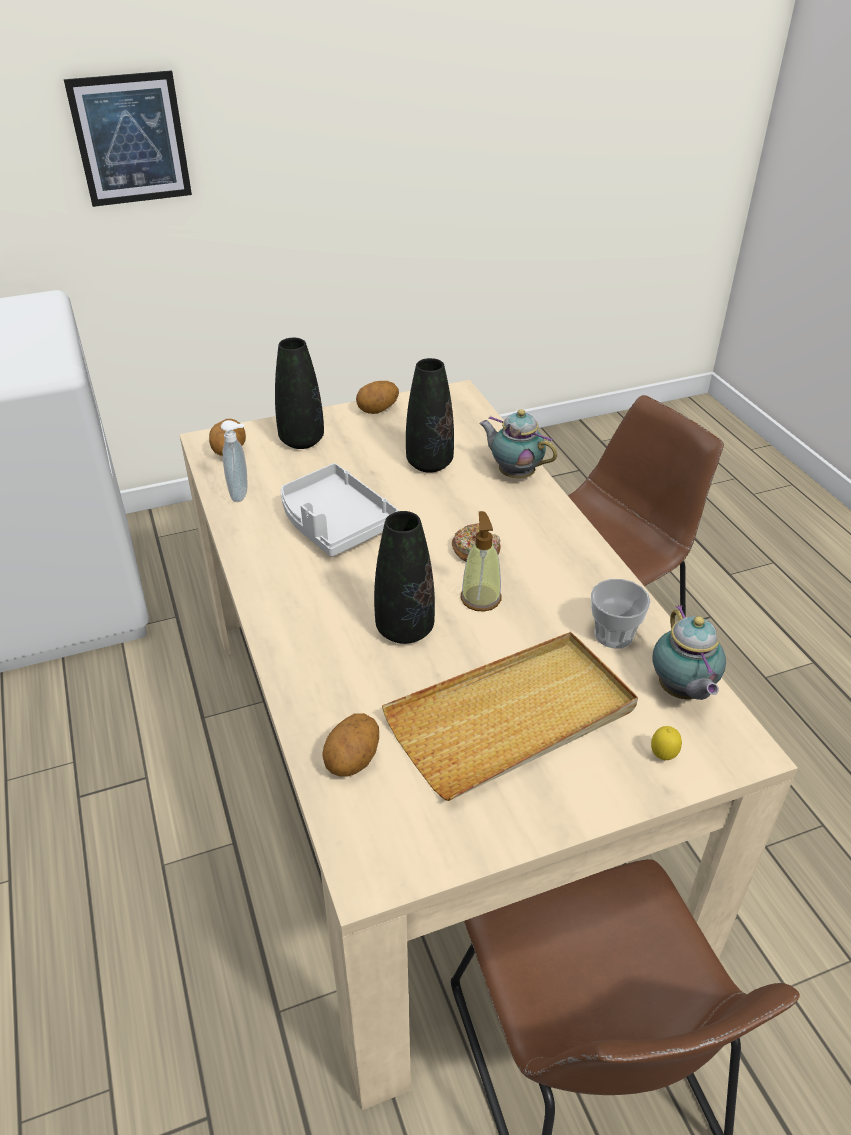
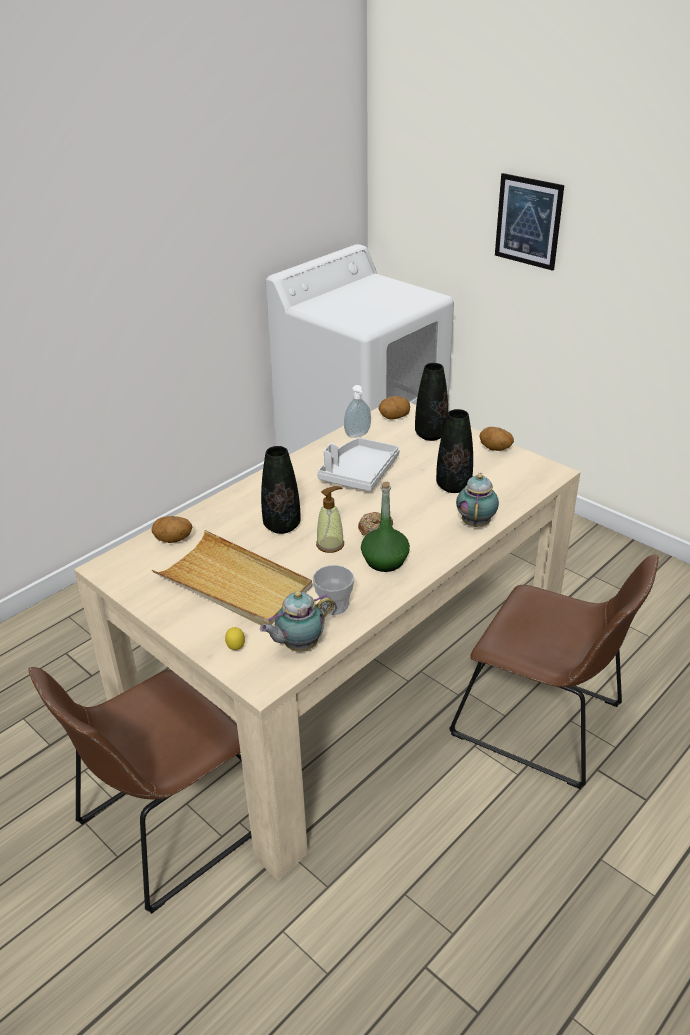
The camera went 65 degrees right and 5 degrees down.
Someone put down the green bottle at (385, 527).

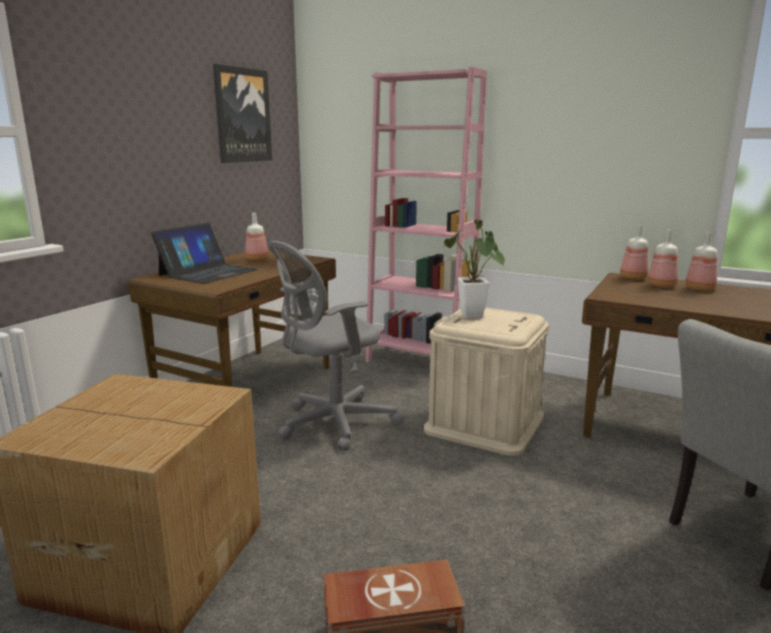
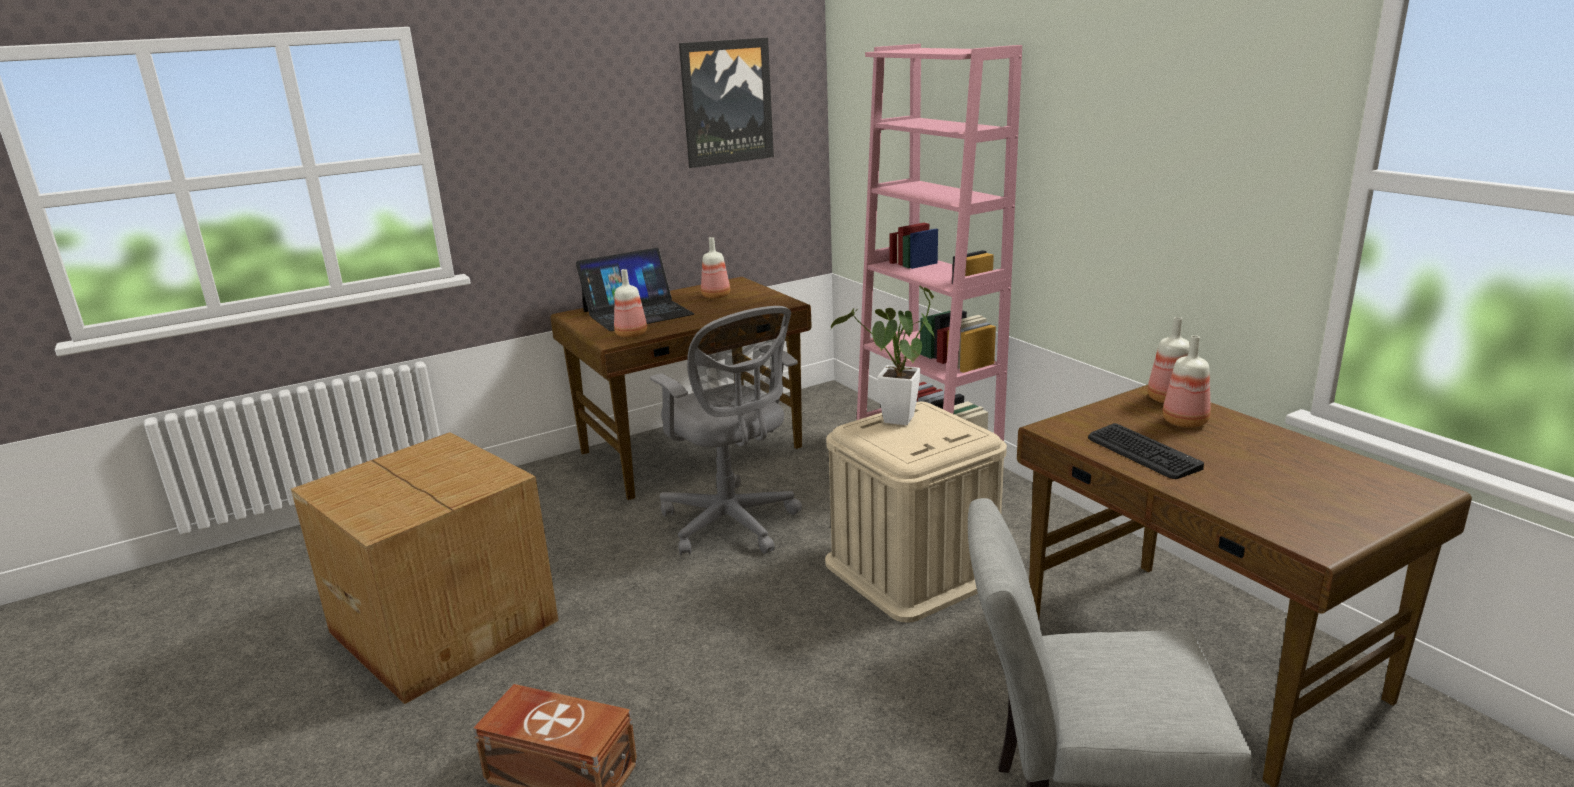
The camera went 30 degrees right and 5 degrees up.
Someone carried the bottle from (701, 261) to (630, 303).
Someone rotated the grey office chair at (336, 346) by 120 degrees counterclockwise.
Someone put down the keyboard at (1146, 451).

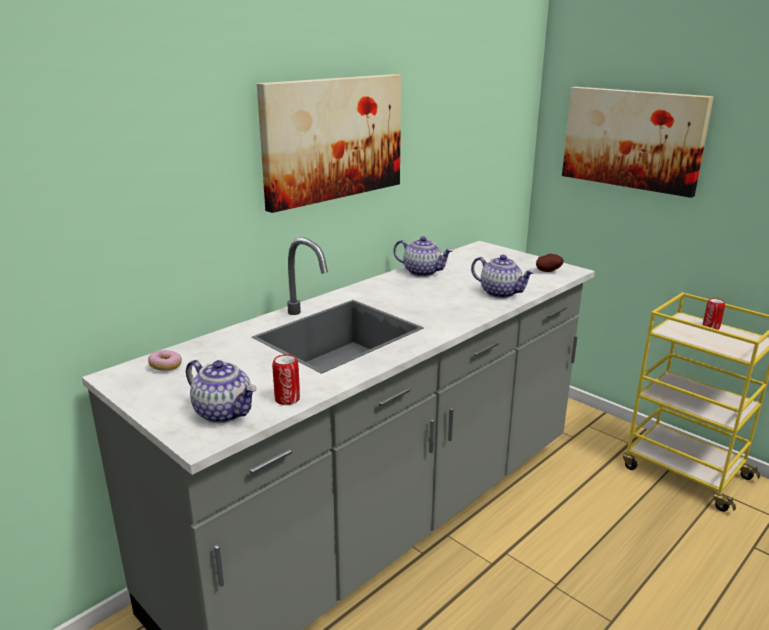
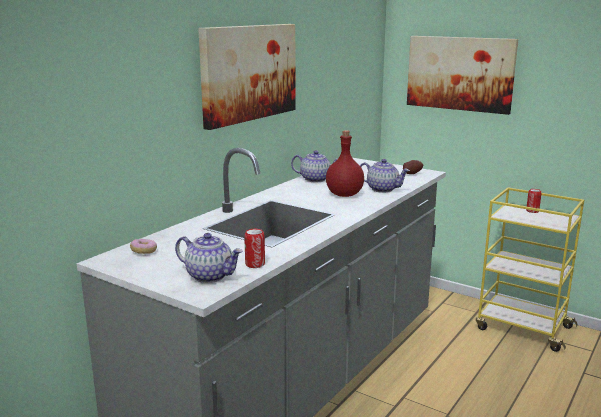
The camera went 10 degrees left and 5 degrees down.
Someone put down the red bottle at (345, 163).

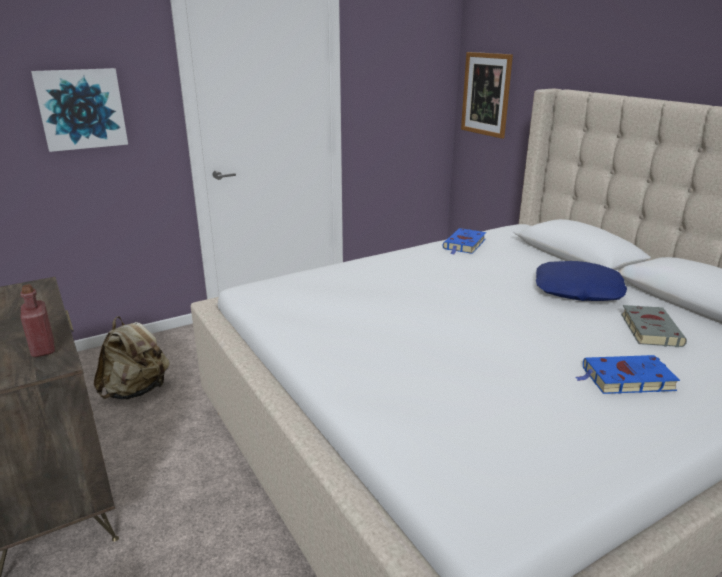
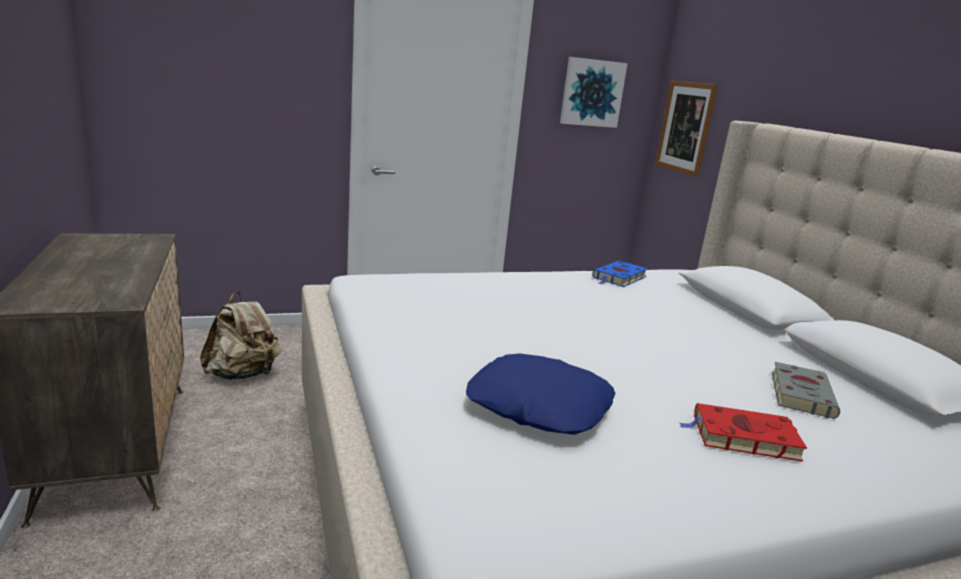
The camera went 10 degrees right and 5 degrees down.
Someone carried the picture from (79, 110) to (594, 92).
Someone carried the blue pillow from (581, 281) to (540, 394).
Someone took away the red bottle at (37, 320).
Someone repainted the blue book at (627, 374), which became the red book at (743, 432).

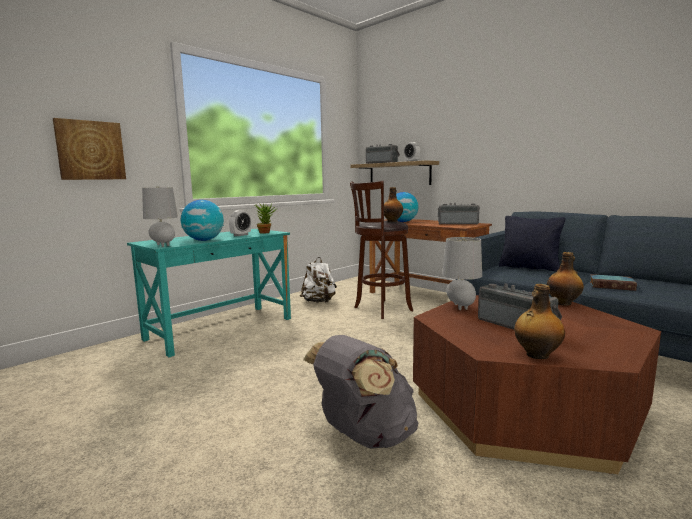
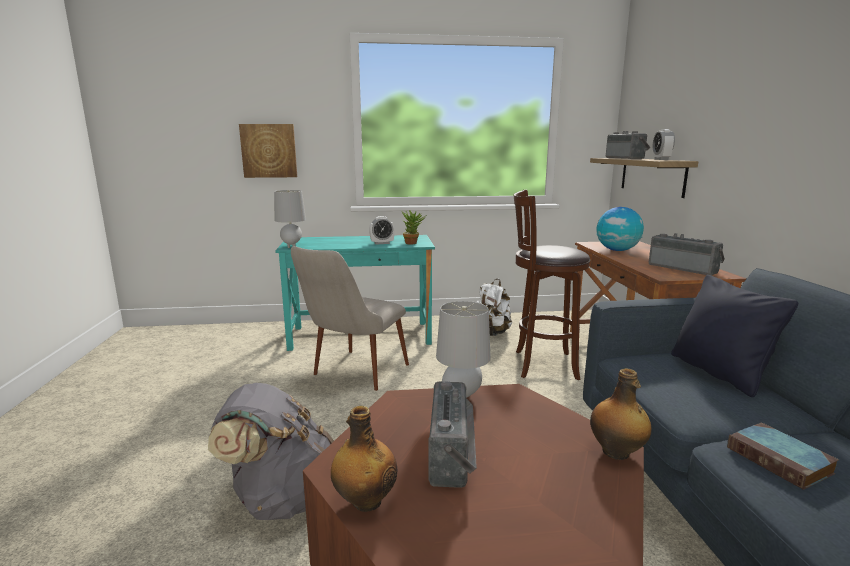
The camera went 40 degrees right and 5 degrees up.
Someone took away the bottle at (393, 204).
Someone took away the globe at (202, 220).
Someone put down the beige chair at (350, 318).

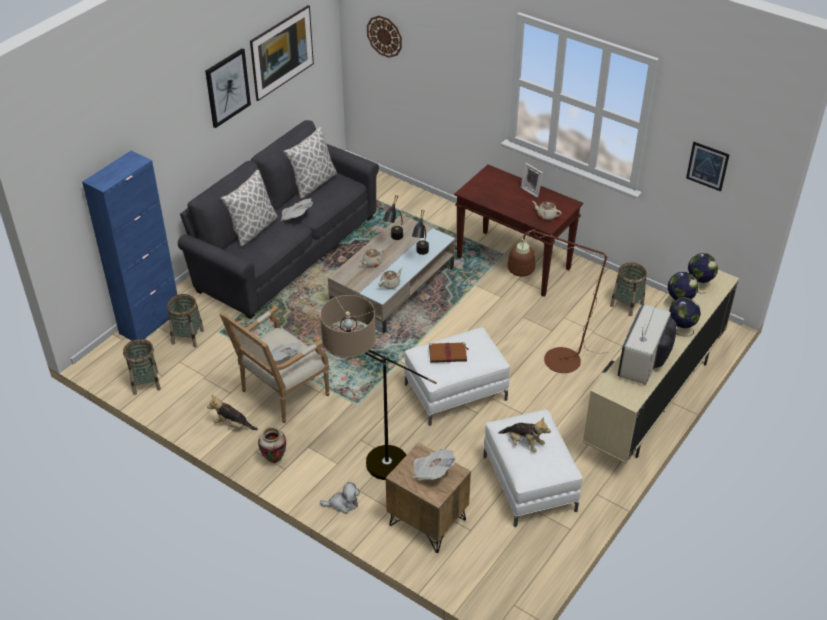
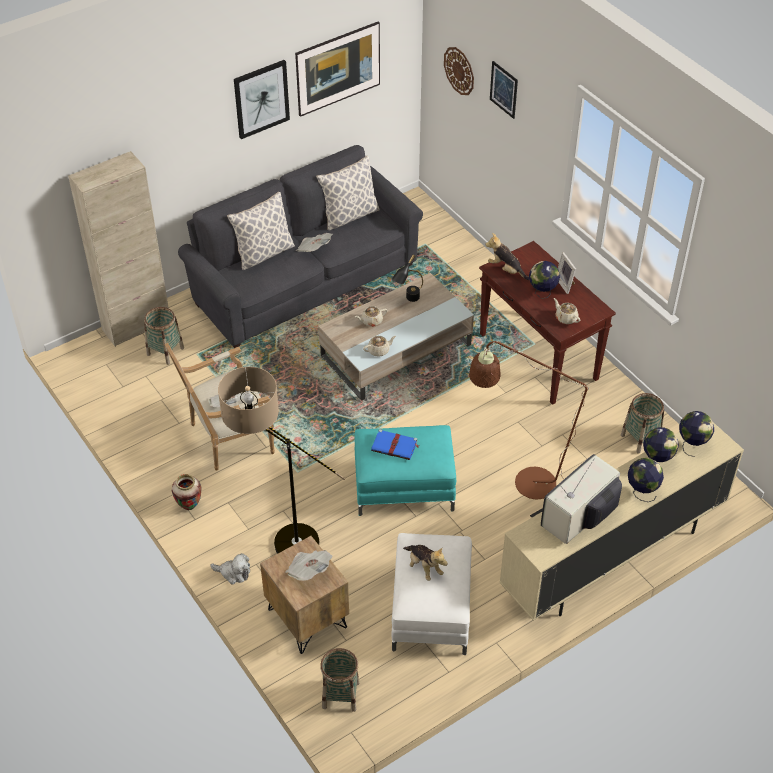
The camera went 20 degrees right and 5 degrees up.
Someone carried the picture from (708, 166) to (504, 90).
Someone repainted the blue cabinet at (129, 245), which became the beige cabinet at (118, 249).
Someone took away the black table lamp at (420, 232).
Someone repainted the white ottoman at (457, 376), which became the turquoise ottoman at (405, 470).
Someone carried the basket from (142, 367) to (339, 680).
Someone repainted the brown book at (449, 352), which became the blue book at (395, 444).
Someone carried the plush toy from (232, 412) to (507, 256).
Someone put down the globe at (544, 280).

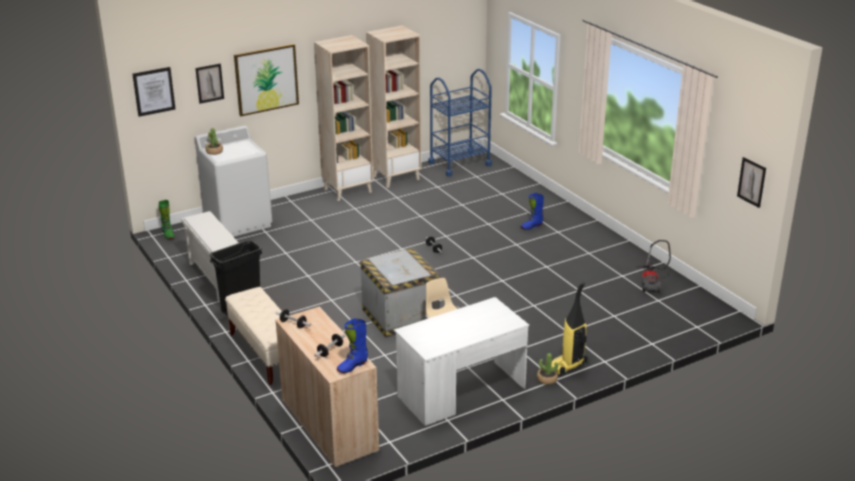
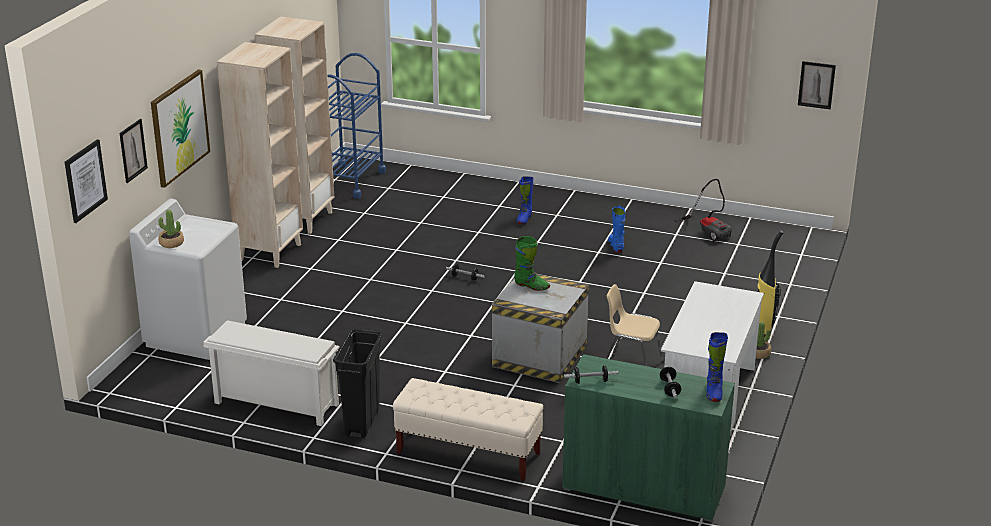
The camera went 40 degrees left and 0 degrees up.
Someone carried the green boot from (166, 219) to (532, 263).
Someone repainted the beige cabinet at (327, 387), which became the green cabinet at (648, 438).
Someone put down the blue boot at (617, 229).

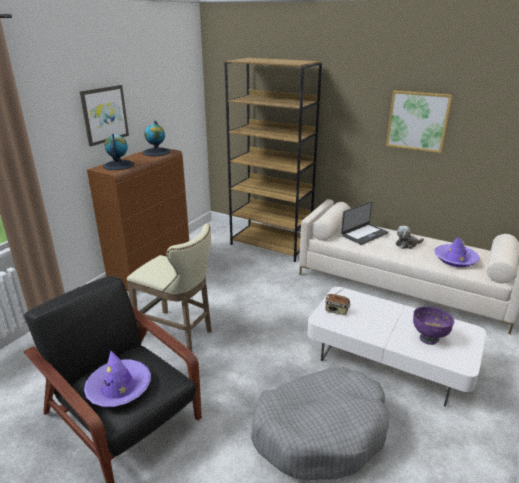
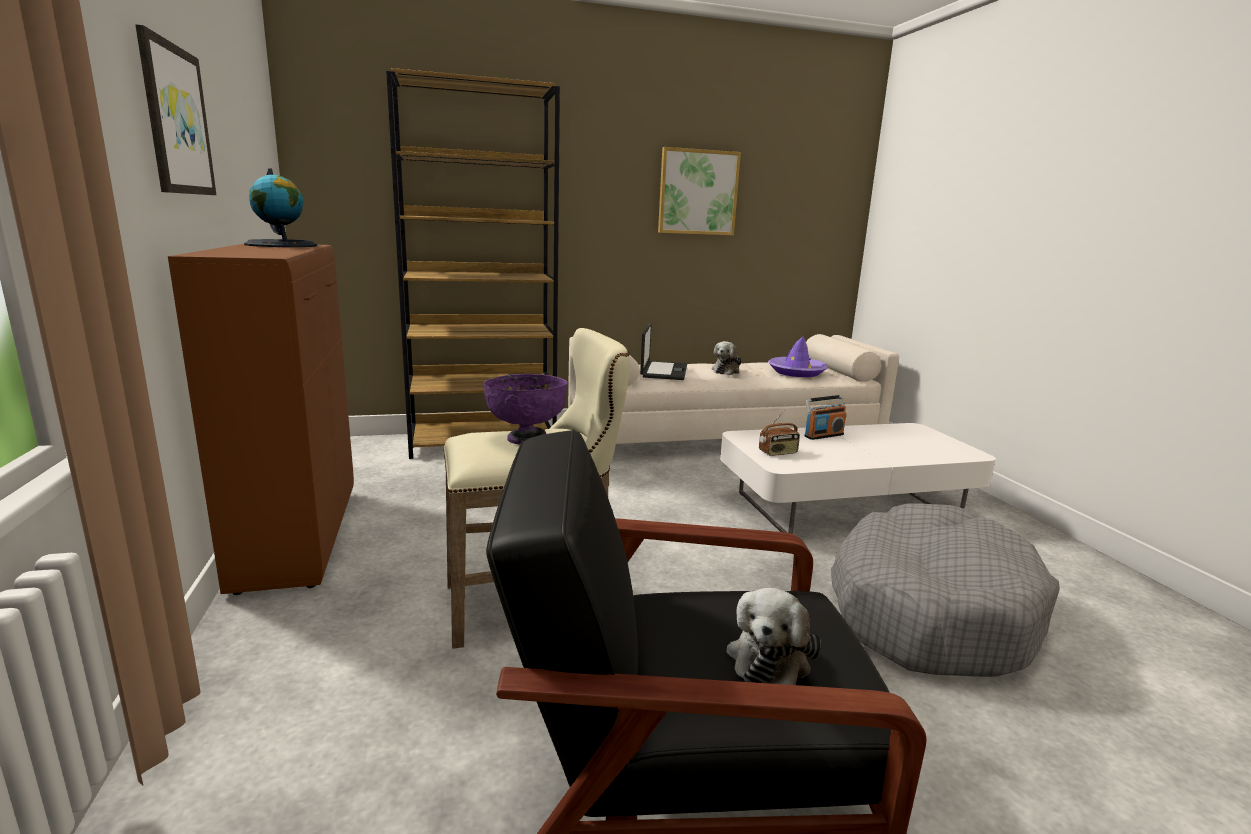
The camera went 45 degrees left and 10 degrees down.
Someone took away the globe at (118, 152).
Someone carried the purple bowl from (433, 325) to (525, 409).
Someone swapped the purple hat at (117, 379) for the plush toy at (774, 636).
Someone put down the radio at (825, 417).

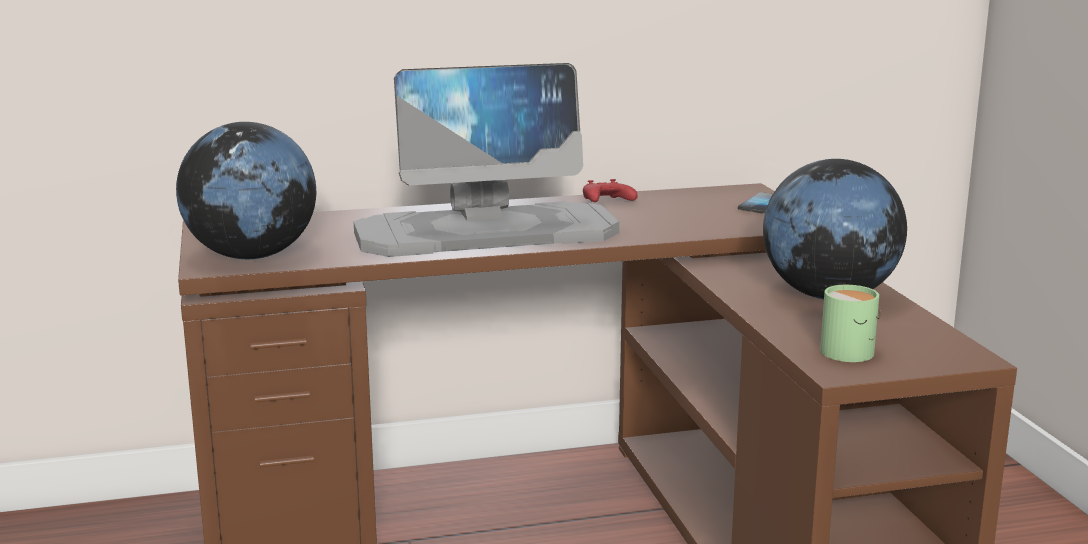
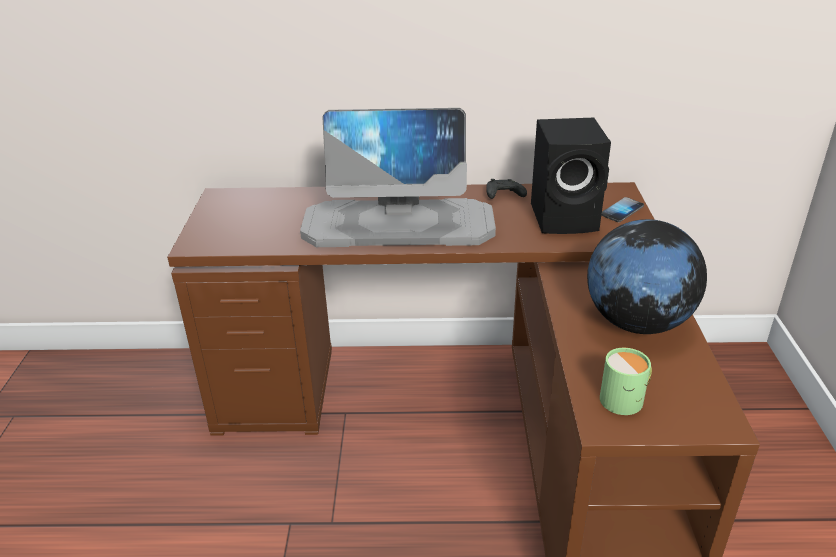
The camera went 15 degrees right and 15 degrees up.
Someone took away the globe at (246, 190).
Someone repainted the red game controller at (610, 190), which became the black game controller at (506, 189).
Someone put down the black speaker at (571, 176).

